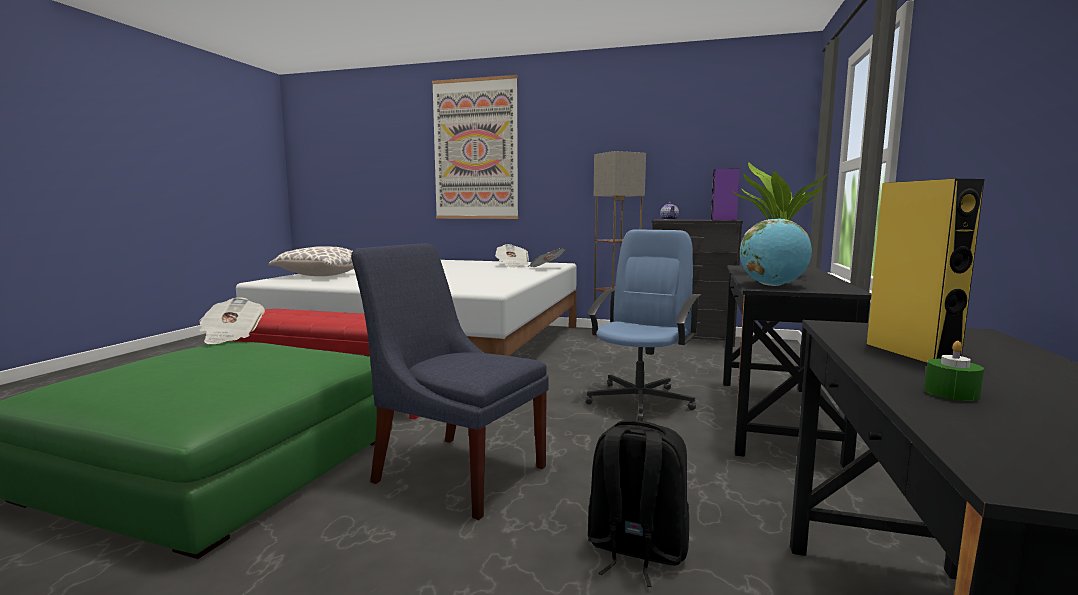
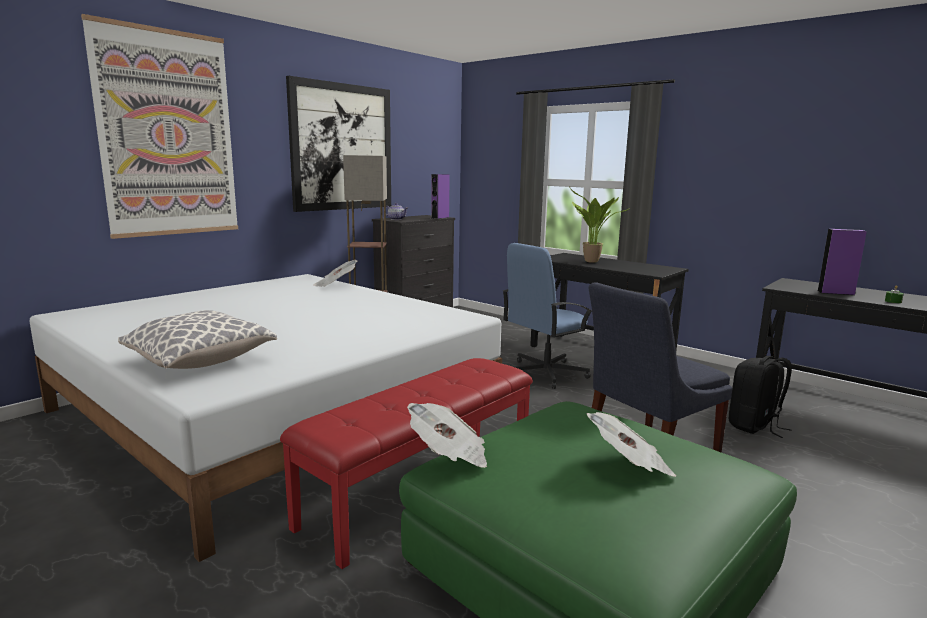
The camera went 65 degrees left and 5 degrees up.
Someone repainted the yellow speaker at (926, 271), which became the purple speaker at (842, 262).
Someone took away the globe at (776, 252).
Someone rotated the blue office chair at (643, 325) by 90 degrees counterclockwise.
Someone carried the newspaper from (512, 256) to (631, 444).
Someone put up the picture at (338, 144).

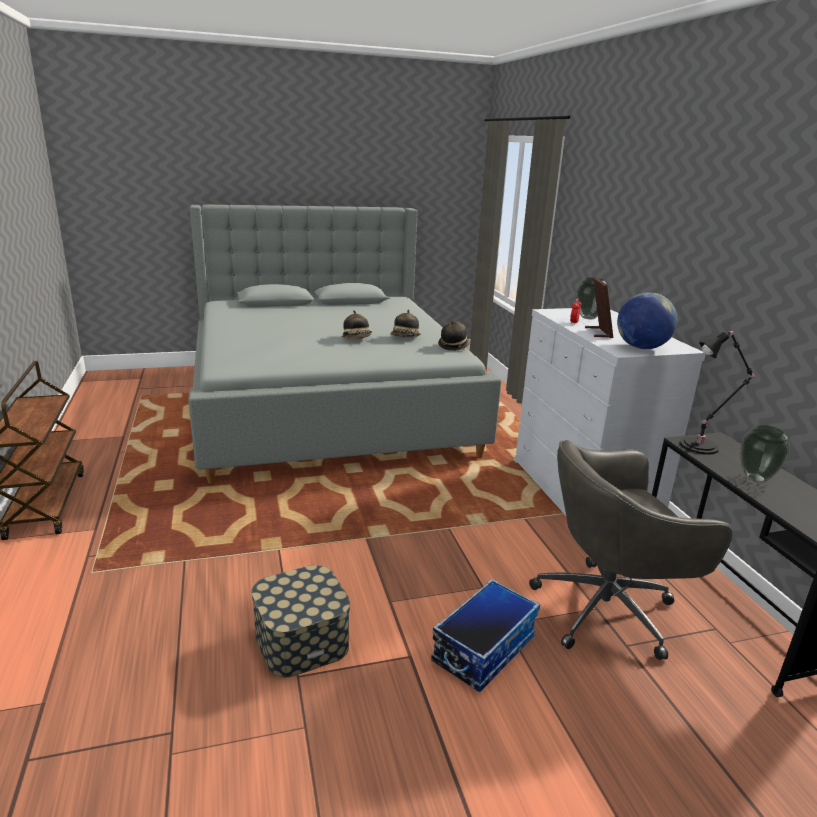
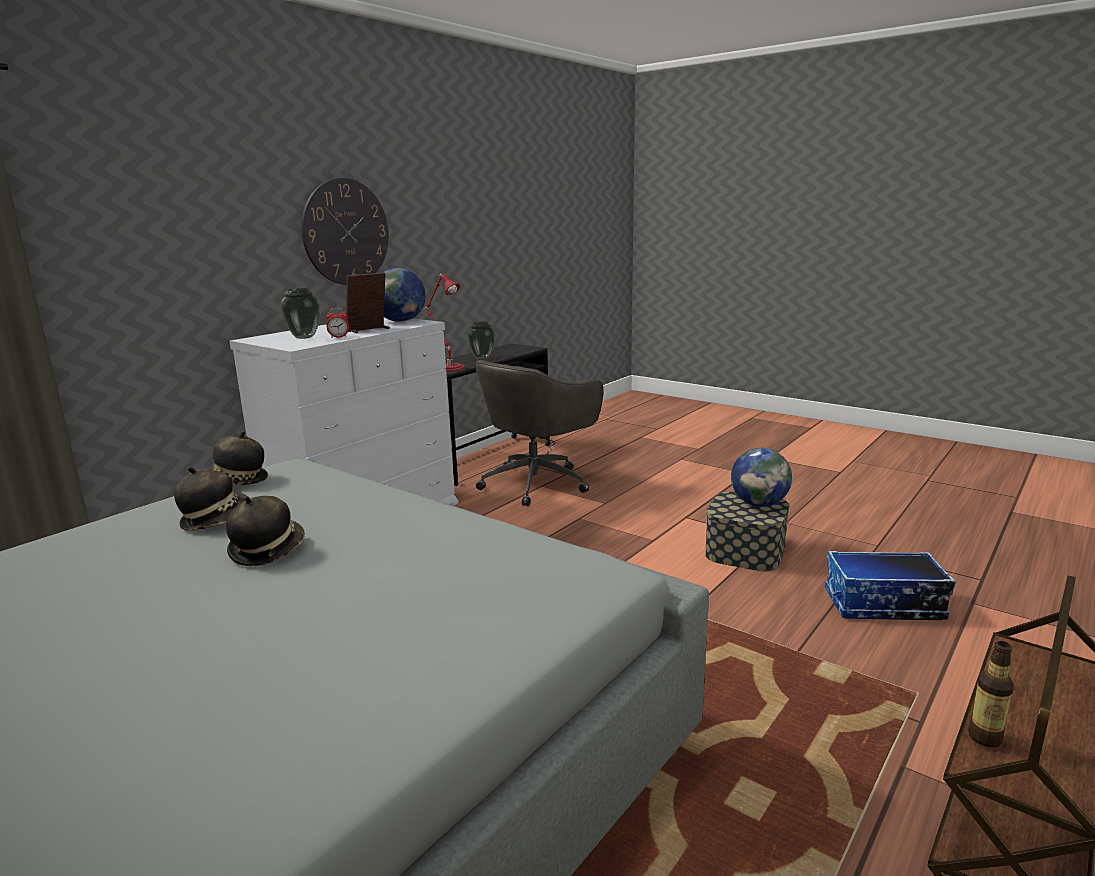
The camera went 125 degrees left and 5 degrees down.
Someone repainted the black table lamp at (717, 392), which became the red table lamp at (444, 323).
Someone rotated the grey office chair at (630, 550) by 90 degrees clockwise.
Someone carried the storage box from (485, 635) to (890, 585).
Someone put up the wall clock at (345, 231).
Someone put down the globe at (761, 477).
Someone put down the bottle at (991, 694).

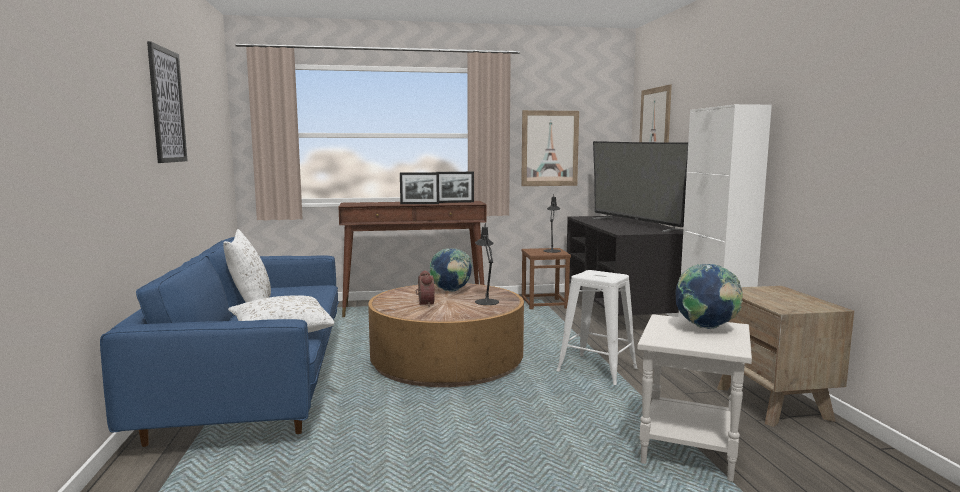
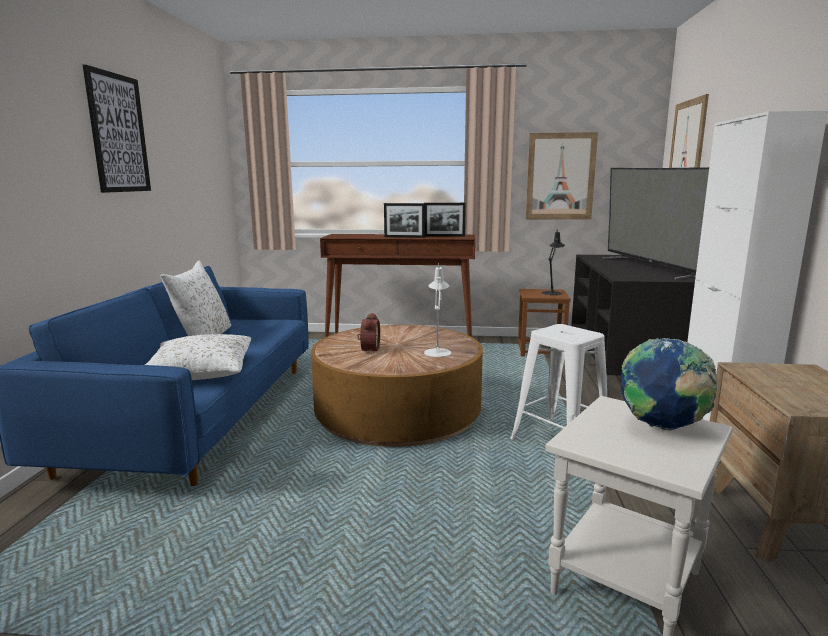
The camera went 15 degrees right and 5 degrees up.
Someone repainted the black table lamp at (487, 264), which became the white table lamp at (437, 310).
Someone took away the globe at (450, 270).

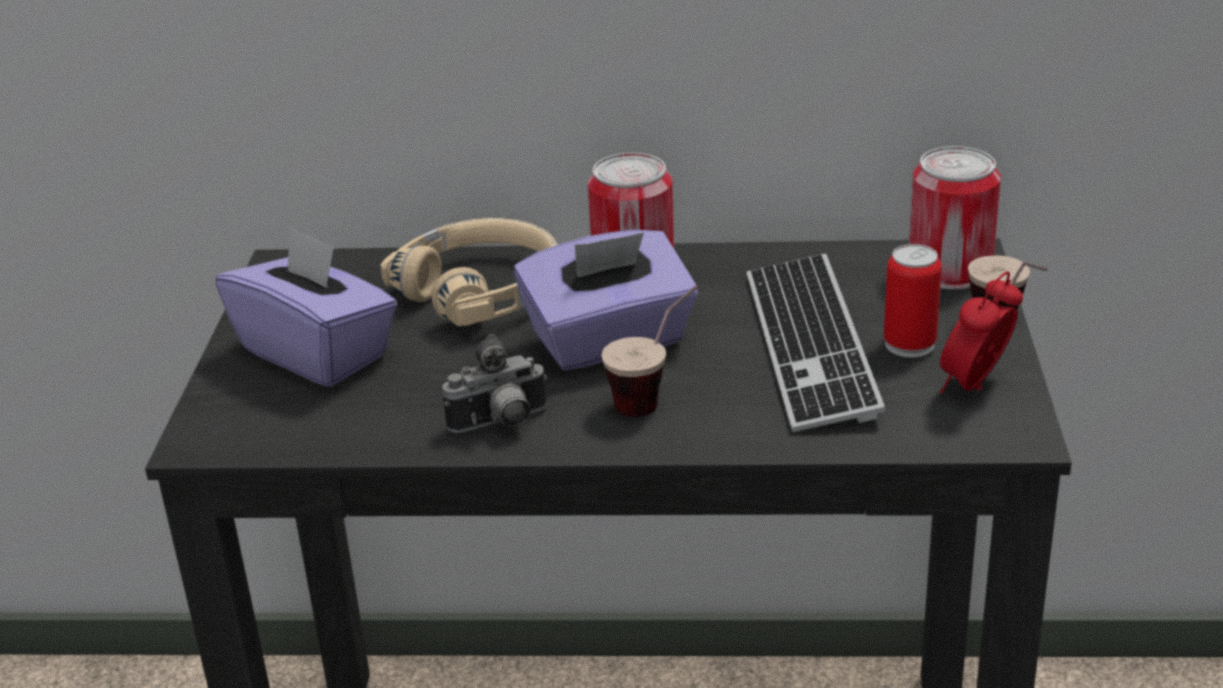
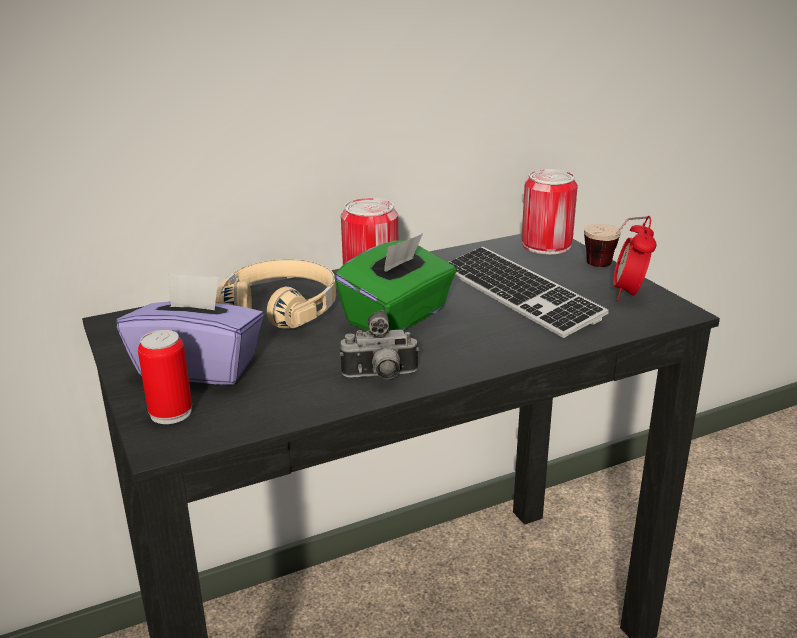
The camera went 30 degrees left and 5 degrees down.
Someone repainted the purple tissue box at (606, 299), which became the green tissue box at (395, 282).
Someone carried the can from (913, 301) to (165, 377).
Someone took away the cup at (649, 351).
Someone rotated the photo camera at (494, 383) by 45 degrees clockwise.

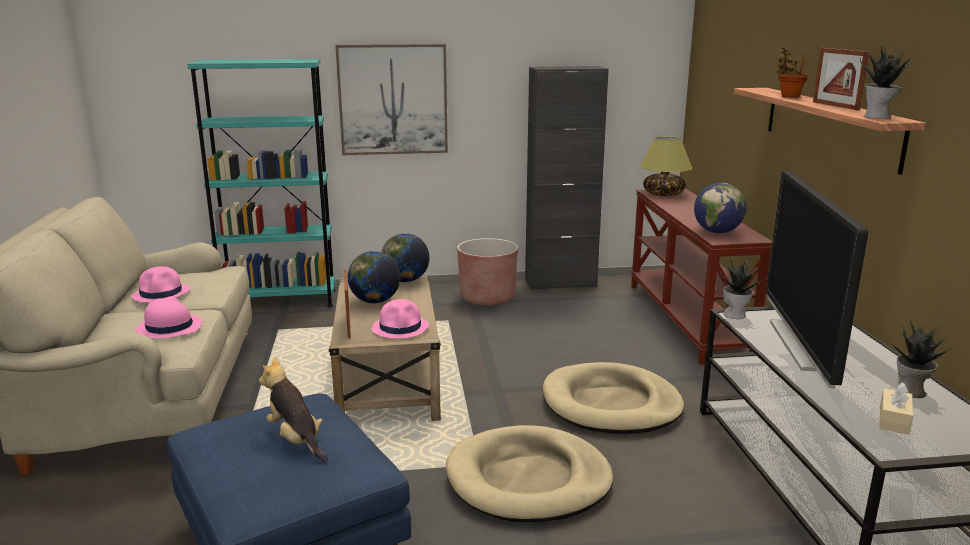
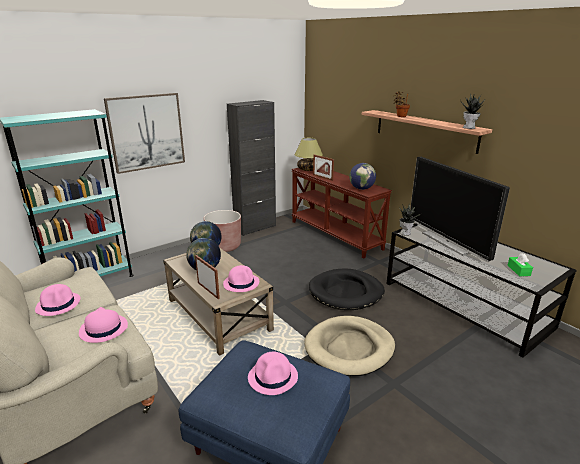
The camera went 30 degrees left and 5 degrees up.
Someone carried the picture frame from (841, 79) to (323, 168).
Someone took away the potted plant at (920, 358).
Someone swapped the plush toy at (293, 409) for the pink hat at (273, 373).
Someone repainted the beige dog bed at (613, 398), which became the black dog bed at (347, 289).
Someone repainted the beige tissue box at (896, 409), which became the green tissue box at (520, 264).

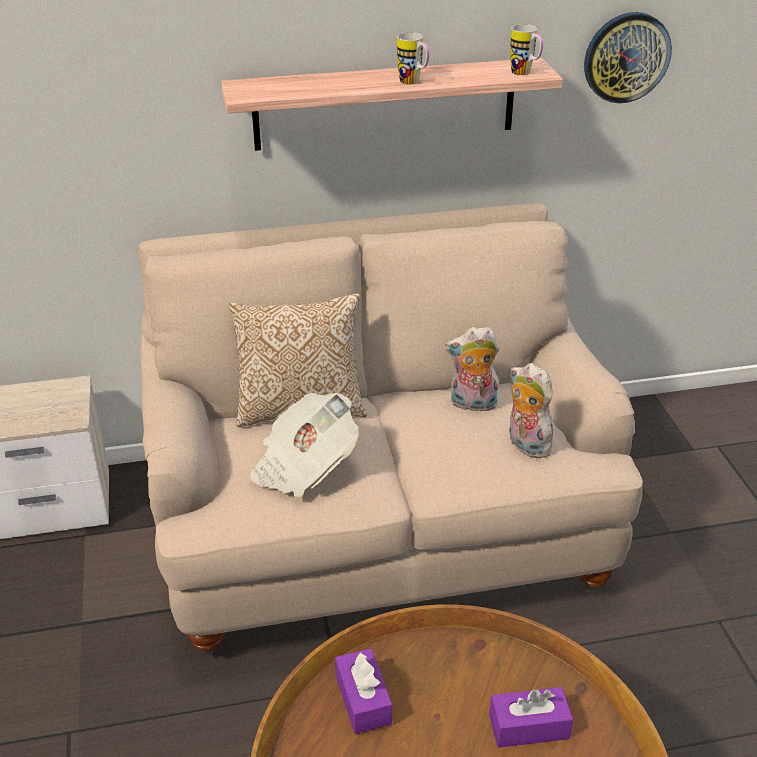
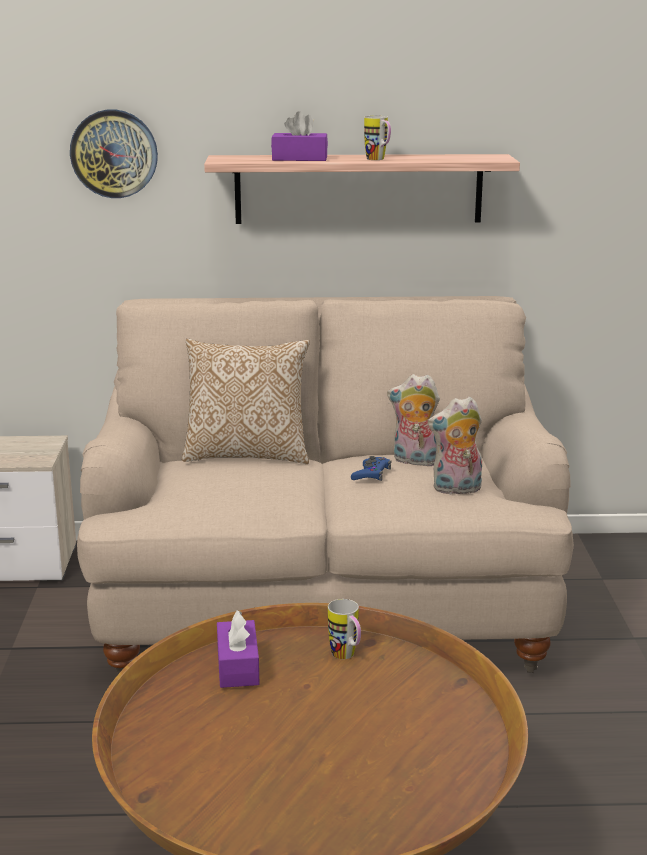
The camera went 10 degrees right and 15 degrees down.
Someone carried the wall clock from (628, 57) to (114, 153).
Someone carried the mug from (526, 49) to (344, 629).
Someone rotated the plush toy at (531, 410) by 75 degrees counterclockwise.
Someone took away the newspaper at (304, 445).
Someone carried the purple tissue box from (531, 717) to (299, 136).
Someone put down the blue game controller at (371, 468).

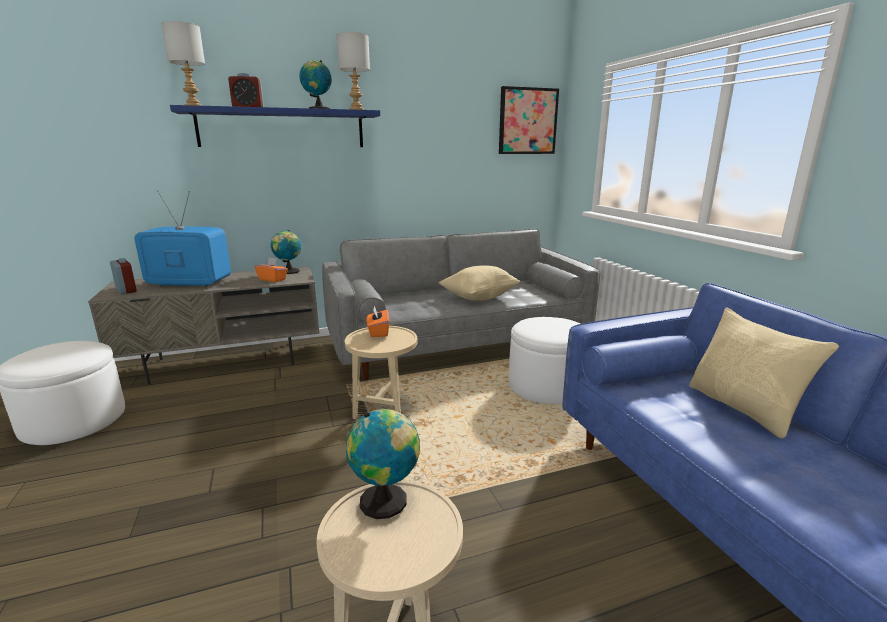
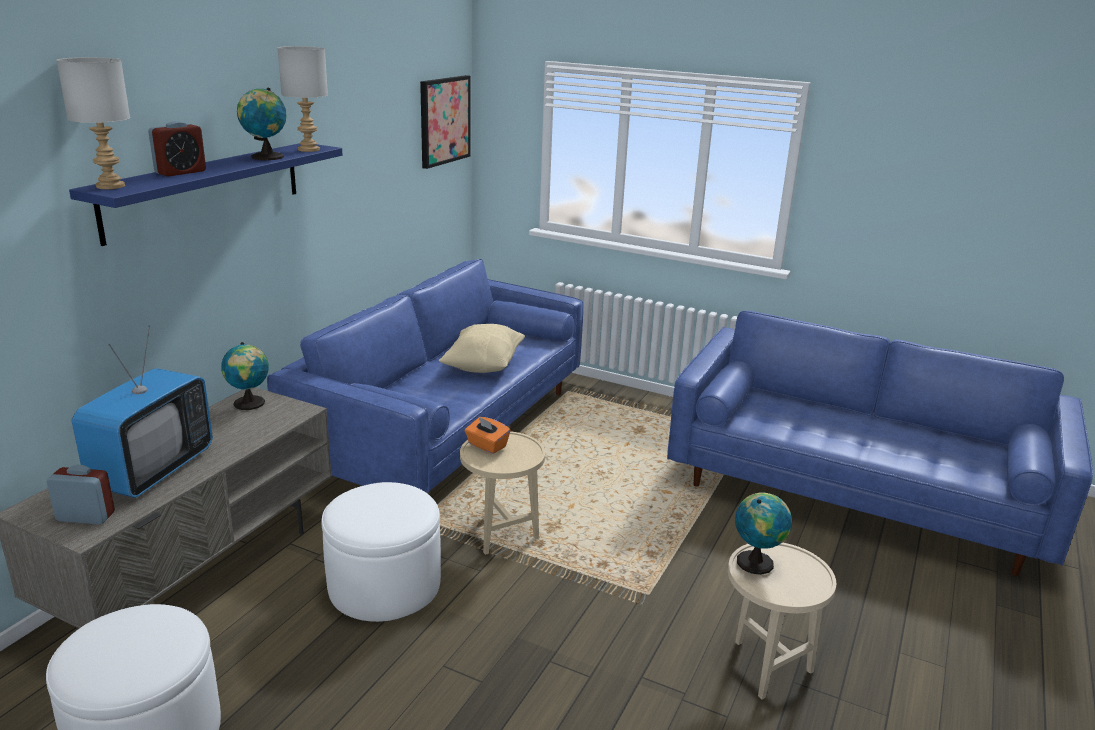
The camera went 45 degrees left and 5 degrees up.
Someone rotated the television at (182, 238) by 150 degrees clockwise.
Someone repainted the grey sofa at (461, 304), which became the blue sofa at (425, 376).
Someone took away the orange tissue box at (271, 270).
Someone took away the beige pillow at (764, 372).
Someone carried the white ottoman from (544, 360) to (381, 552).

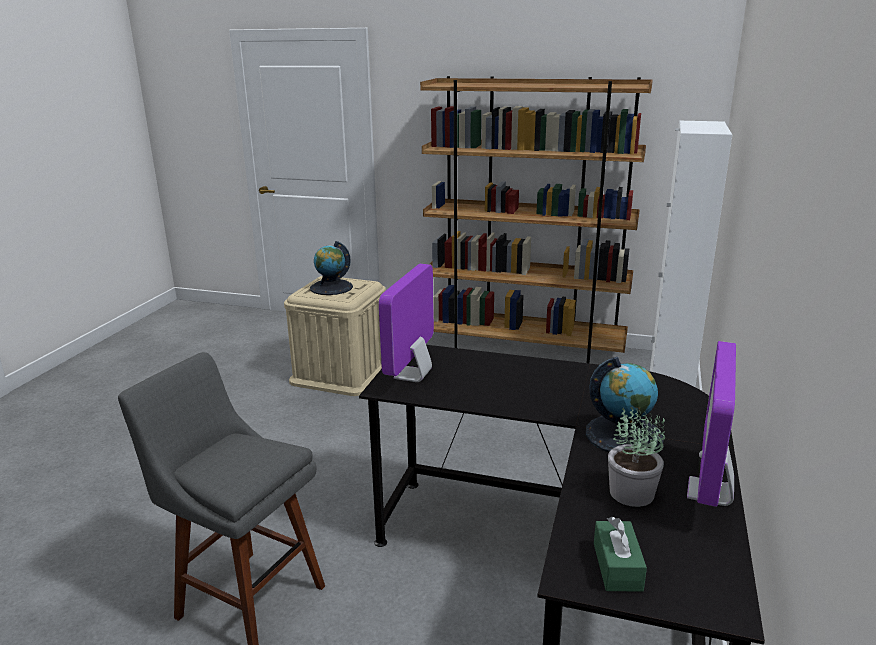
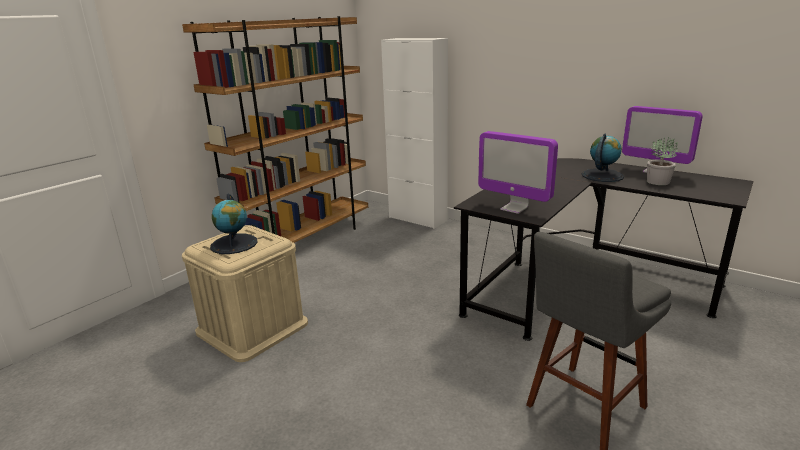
The camera went 70 degrees left and 0 degrees up.
Someone took away the green tissue box at (620, 554).

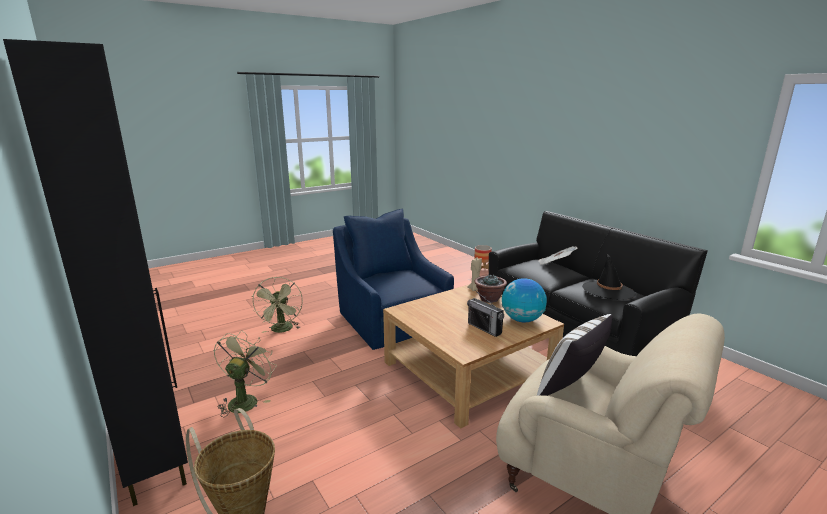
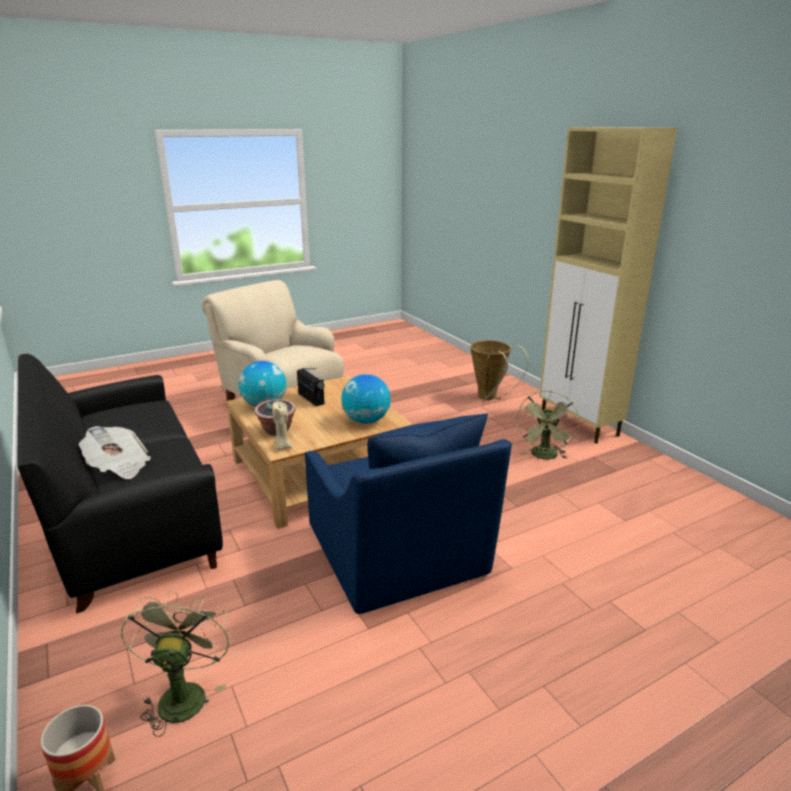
The camera went 175 degrees left and 5 degrees up.
Someone repainted the black cabinet at (95, 272), which became the beige cabinet at (608, 285).
Someone took away the black hat at (609, 276).
Someone carried the green fan from (277, 305) to (175, 663).
Someone took away the white pillow at (574, 355).
Someone put down the globe at (366, 399).

